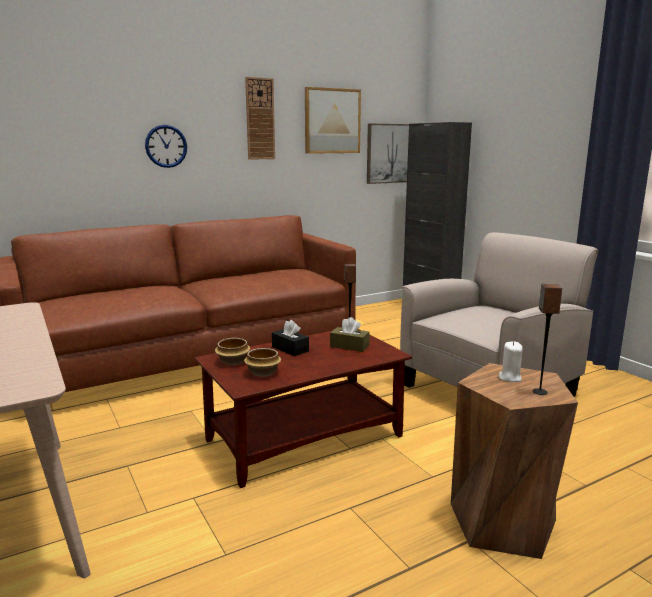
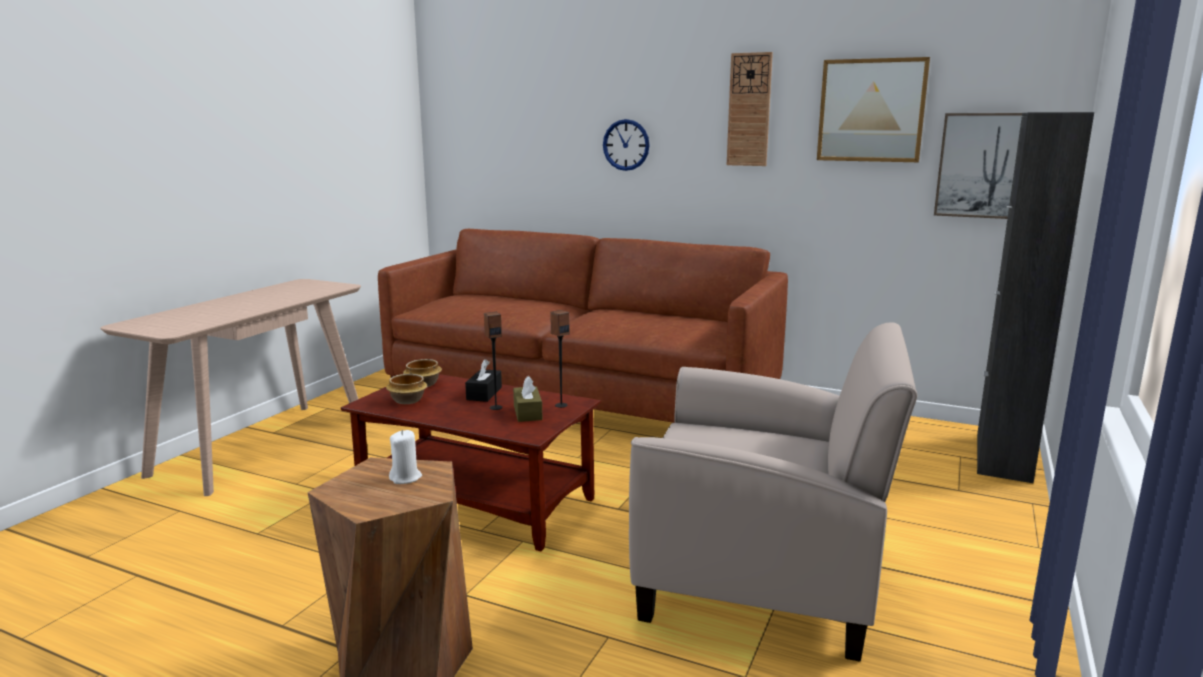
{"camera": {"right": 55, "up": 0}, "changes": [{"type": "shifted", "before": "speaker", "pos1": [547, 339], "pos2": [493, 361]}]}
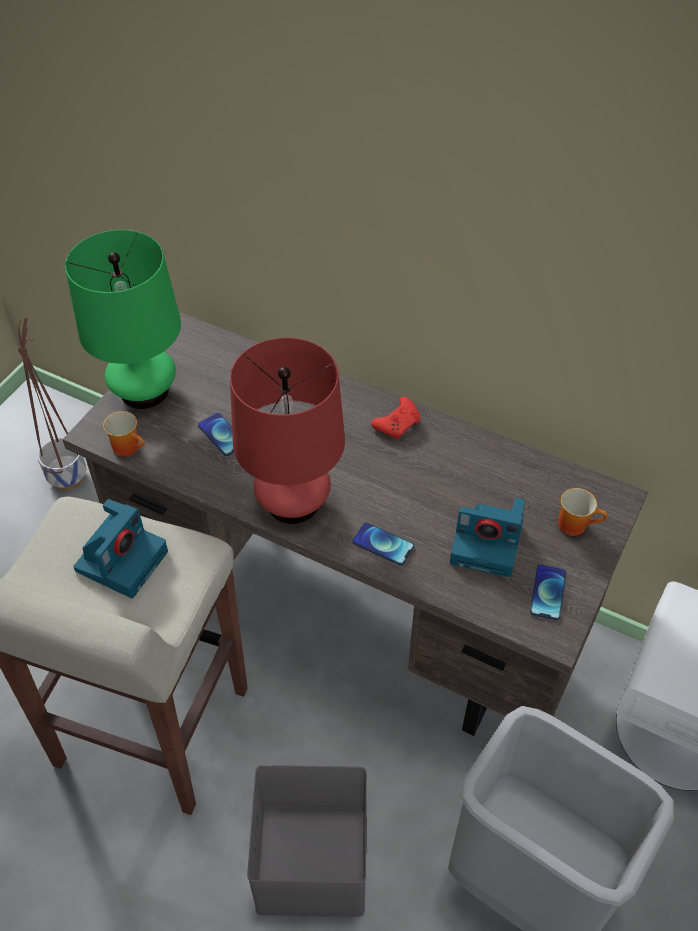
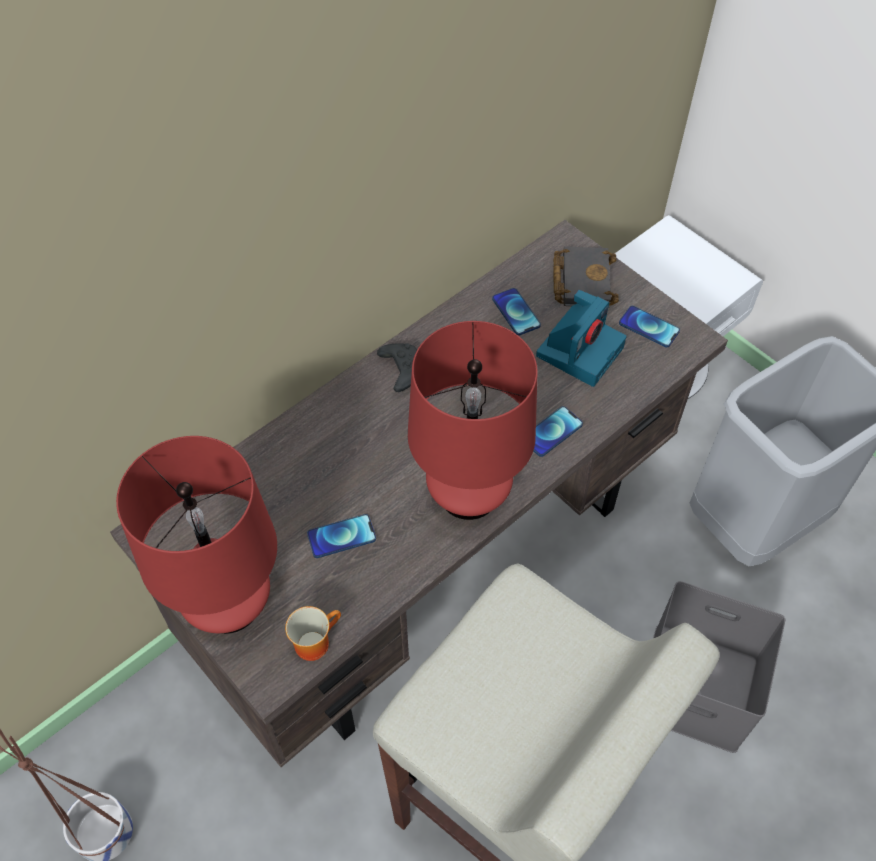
{"camera": {"right": -70, "up": 5}, "changes": [{"type": "repainted", "before": "green table lamp", "after": "red table lamp", "pos1": [123, 319], "pos2": [196, 535]}, {"type": "gone", "before": "photo camera", "pos1": [120, 548]}, {"type": "repainted", "before": "red game controller", "after": "black game controller", "pos1": [396, 418], "pos2": [397, 367]}, {"type": "swapped", "before": "mug", "after": "black book", "pos1": [583, 512], "pos2": [586, 277]}, {"type": "new", "after": "phone", "pos2": [516, 311]}]}
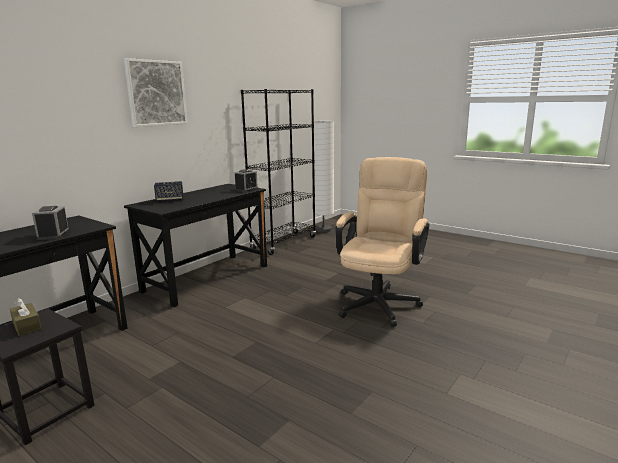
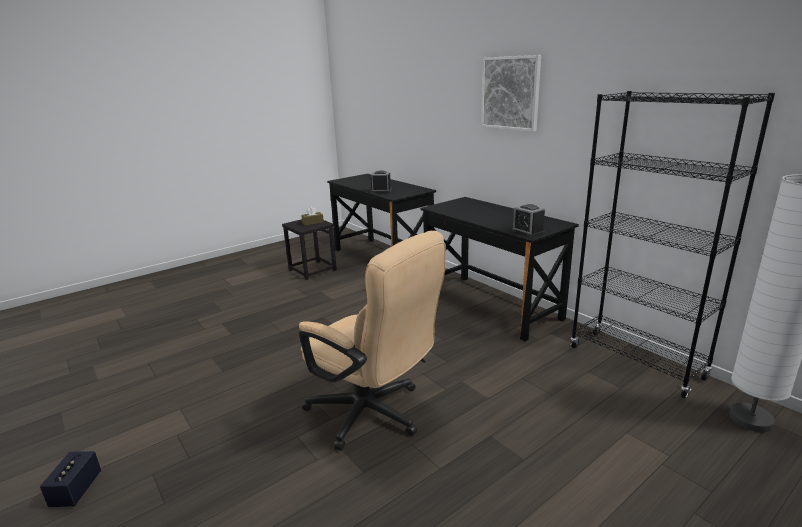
{"camera": {"right": 105, "up": 5}, "changes": [{"type": "shifted", "before": "speaker", "pos1": [168, 191], "pos2": [70, 479]}]}
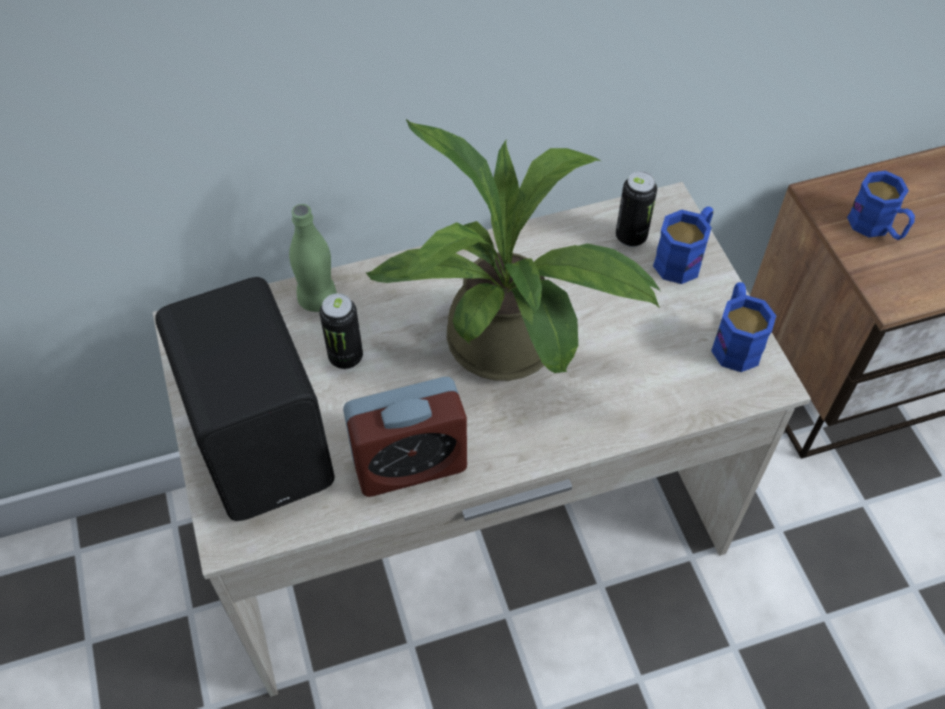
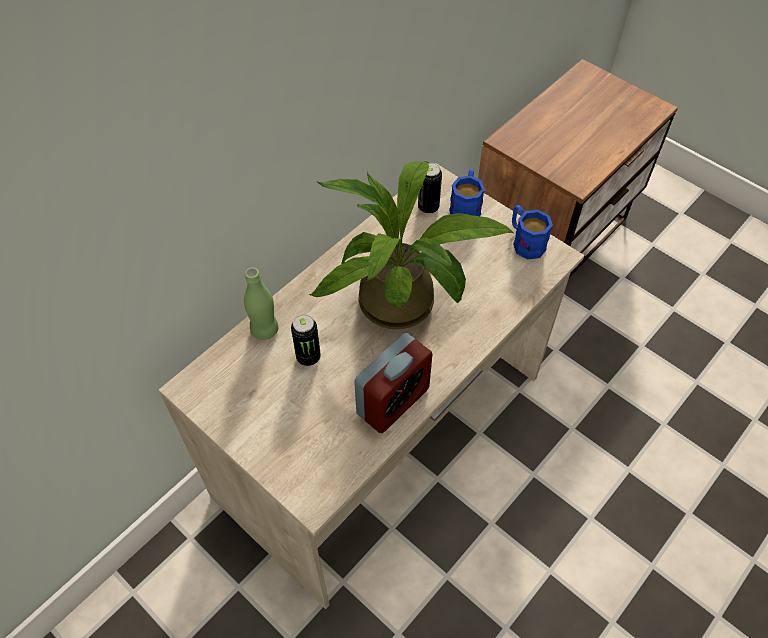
{"camera": {"right": -30, "up": 0}, "changes": [{"type": "gone", "before": "black speaker", "pos1": [245, 399]}, {"type": "gone", "before": "blue mug", "pos1": [881, 205]}]}
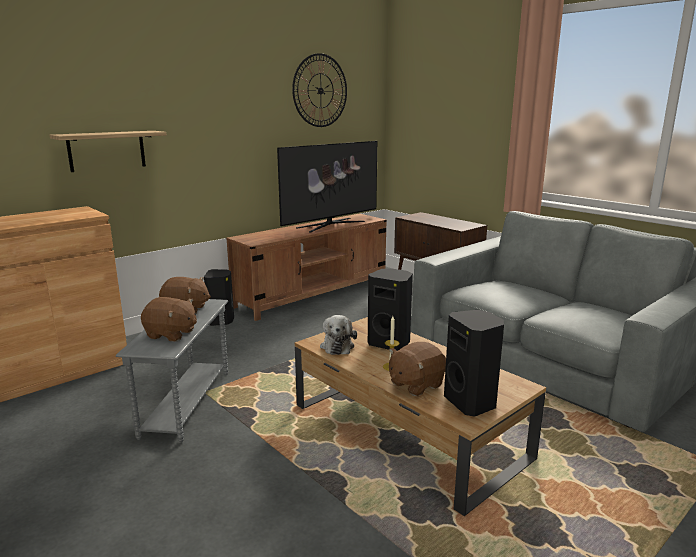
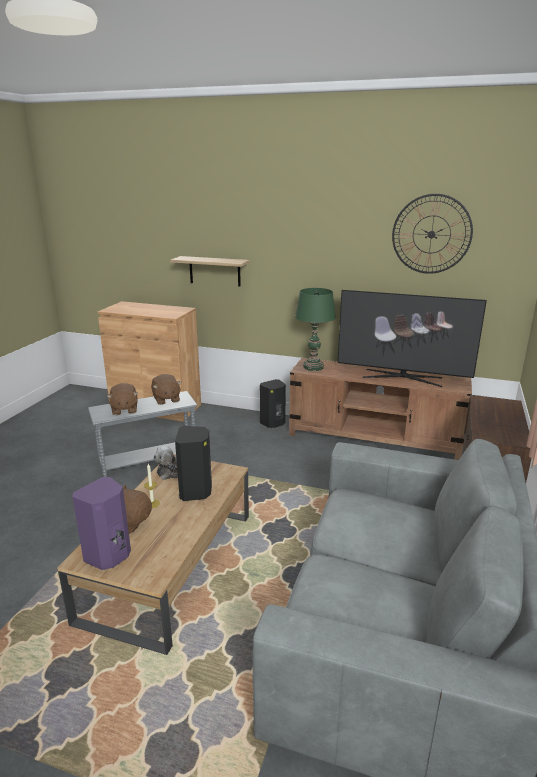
{"camera": {"right": 60, "up": 5}, "changes": [{"type": "repainted", "before": "black speaker", "after": "purple speaker", "pos1": [474, 363], "pos2": [101, 523]}, {"type": "new", "after": "green table lamp", "pos2": [315, 329]}]}
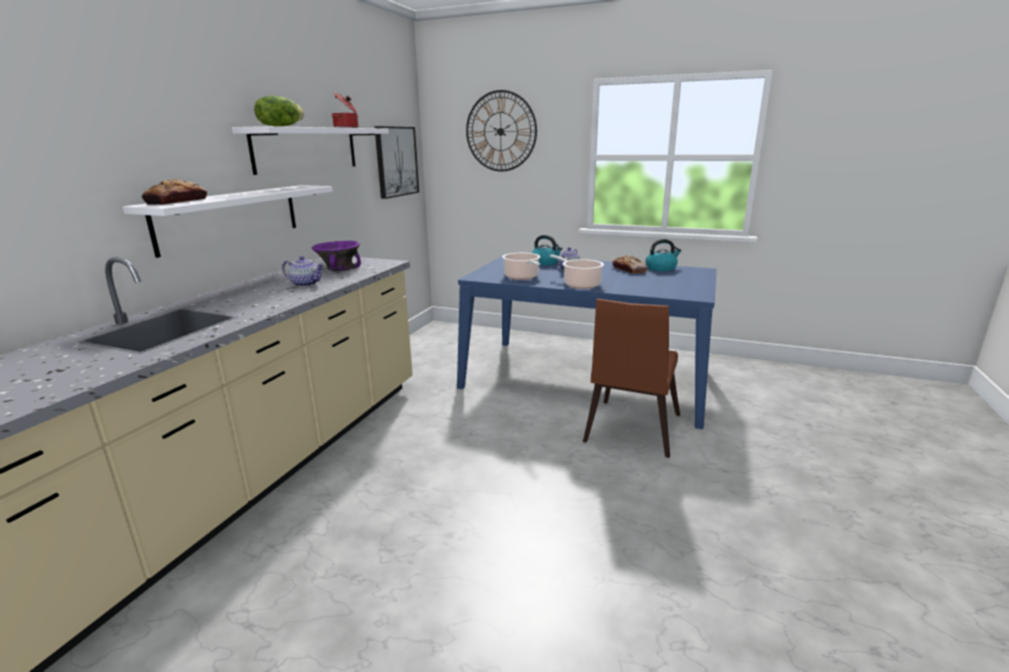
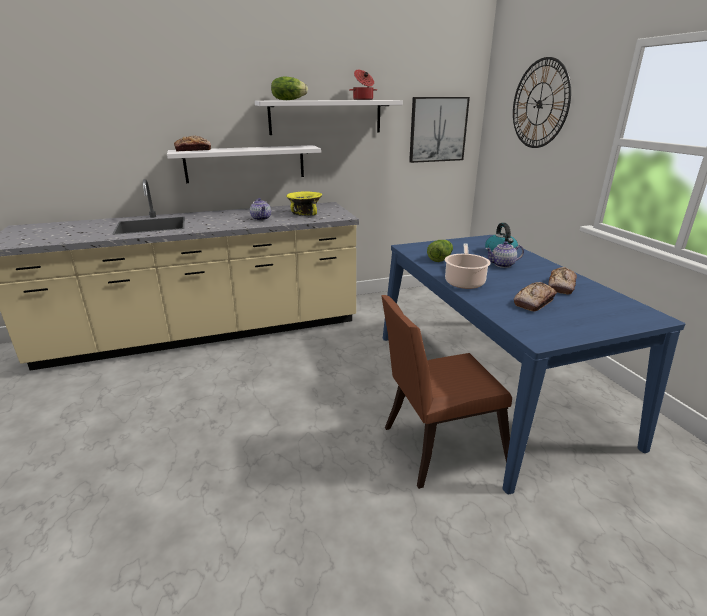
{"camera": {"right": 50, "up": 5}, "changes": [{"type": "repainted", "before": "purple bowl", "after": "yellow bowl", "pos1": [336, 256], "pos2": [304, 203]}, {"type": "swapped", "before": "cooking pot", "after": "lettuce", "pos1": [521, 266], "pos2": [440, 251]}, {"type": "gone", "before": "kettle", "pos1": [663, 255]}, {"type": "new", "after": "bread", "pos2": [535, 296]}]}
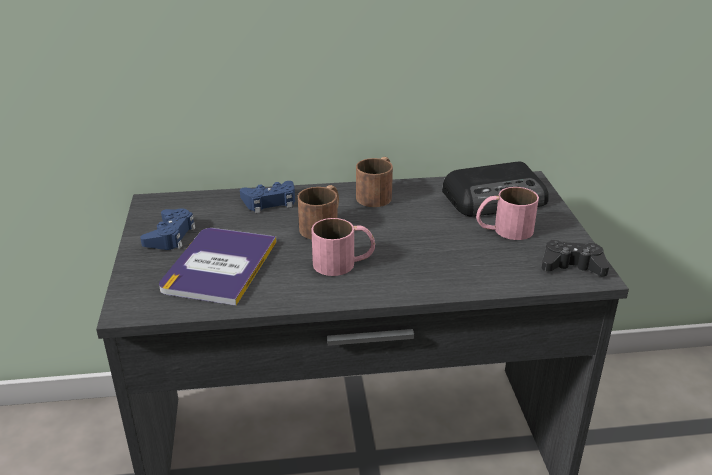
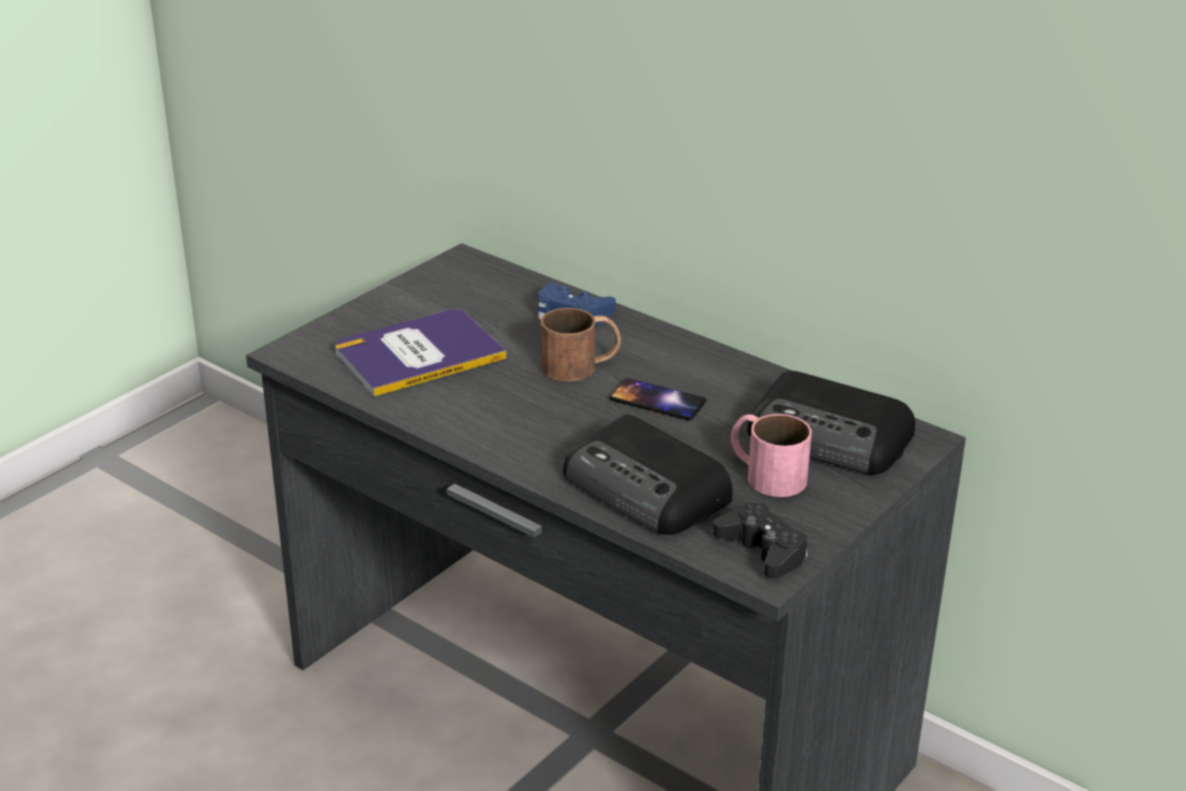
{"camera": {"right": 45, "up": 0}, "changes": [{"type": "gone", "before": "blue game controller", "pos1": [168, 229]}, {"type": "gone", "before": "pink mug", "pos1": [343, 247]}, {"type": "gone", "before": "brown mug", "pos1": [374, 182]}, {"type": "new", "after": "radio", "pos2": [647, 474]}, {"type": "new", "after": "phone", "pos2": [657, 399]}]}
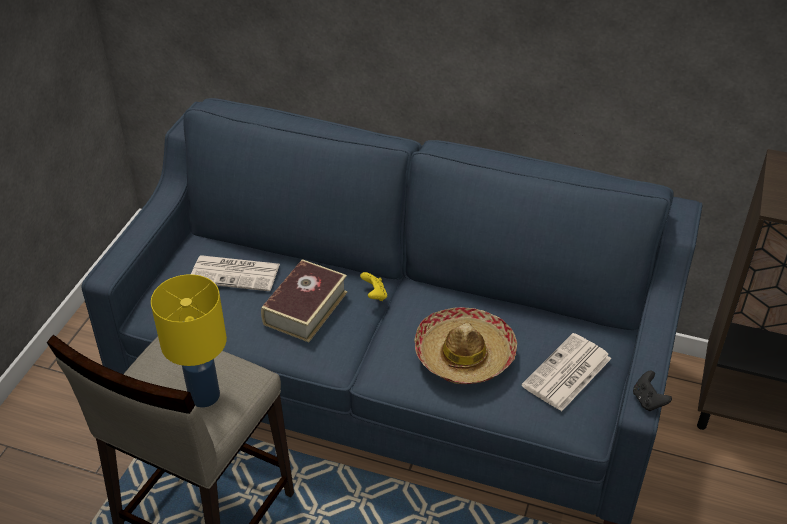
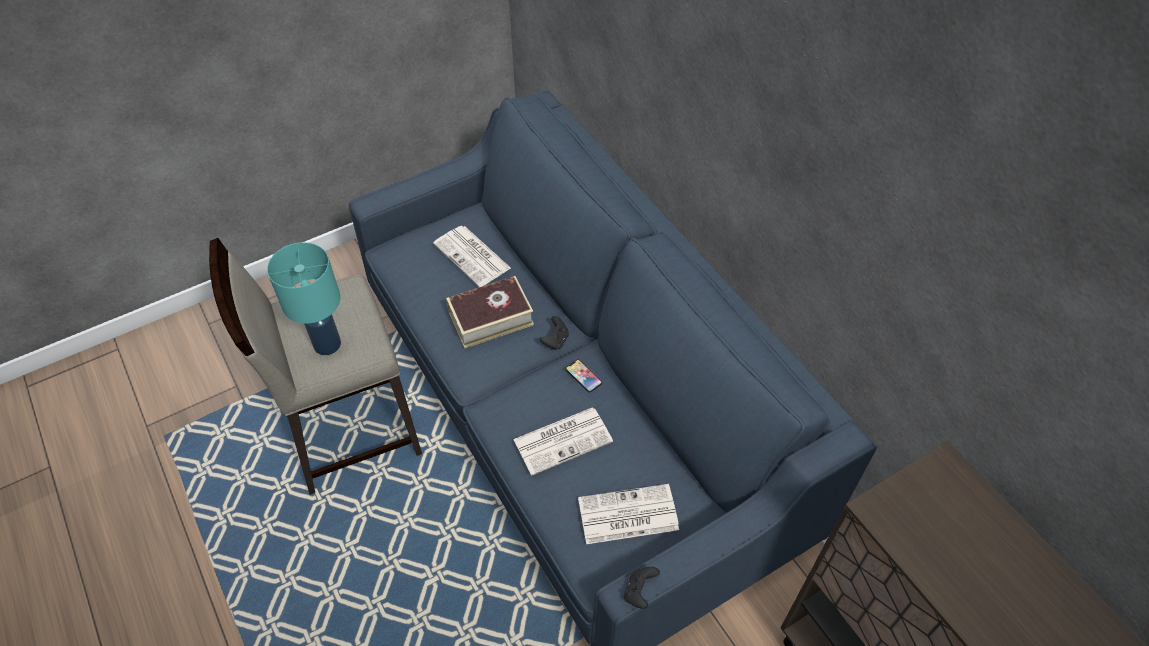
{"camera": {"right": 40, "up": 10}, "changes": [{"type": "repainted", "before": "yellow table lamp", "after": "turquoise table lamp", "pos1": [189, 341], "pos2": [304, 298]}, {"type": "repainted", "before": "yellow game controller", "after": "black game controller", "pos1": [373, 286], "pos2": [554, 333]}, {"type": "swapped", "before": "hat", "after": "newspaper", "pos1": [465, 345], "pos2": [563, 441]}, {"type": "new", "after": "phone", "pos2": [584, 376]}]}
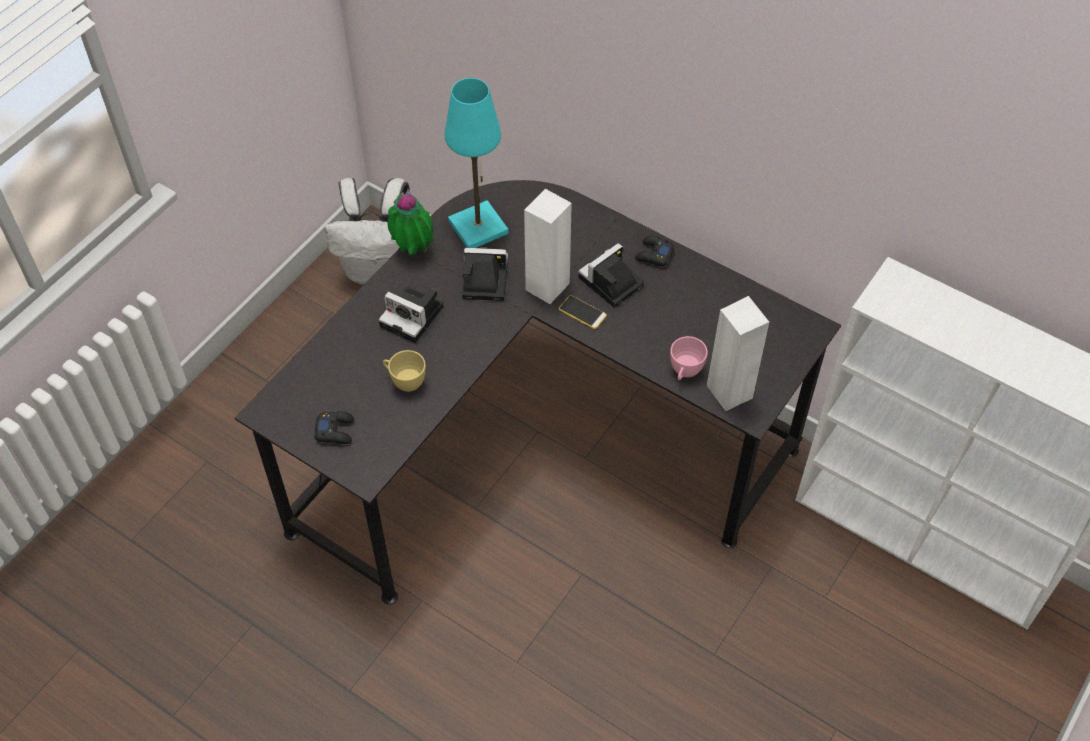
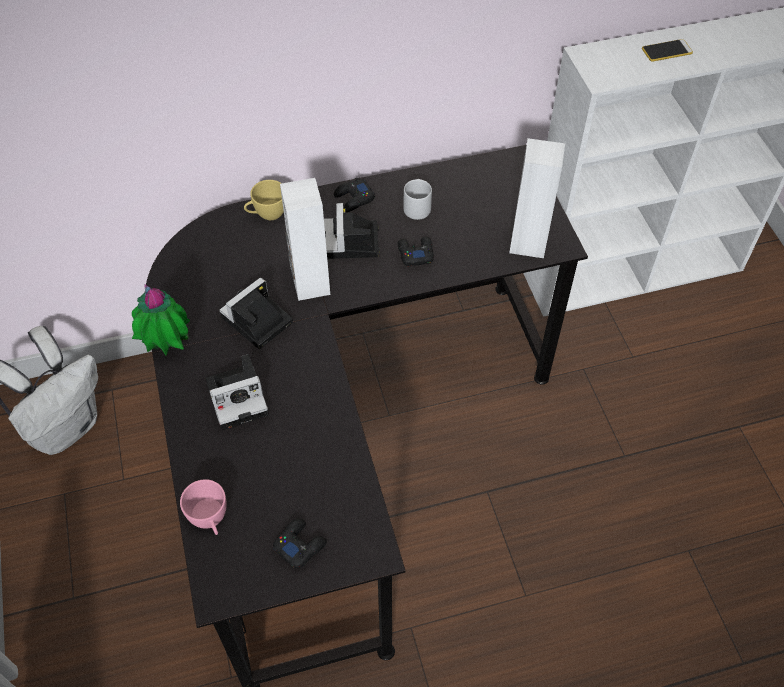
{"camera": {"right": -50, "up": 0}, "changes": [{"type": "shifted", "before": "yellow cup", "pos1": [404, 371], "pos2": [264, 200]}, {"type": "gone", "before": "turquoise table lamp", "pos1": [477, 163]}, {"type": "shifted", "before": "phone", "pos1": [583, 312], "pos2": [667, 50]}, {"type": "shifted", "before": "pink cup", "pos1": [689, 358], "pos2": [203, 507]}, {"type": "new", "after": "black game controller", "pos2": [416, 251]}, {"type": "new", "after": "grey mug", "pos2": [417, 199]}]}
